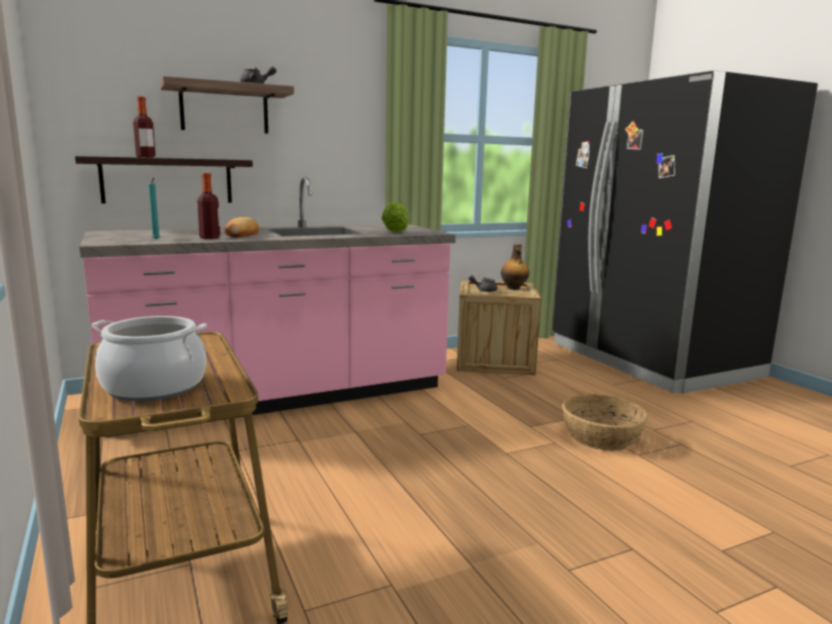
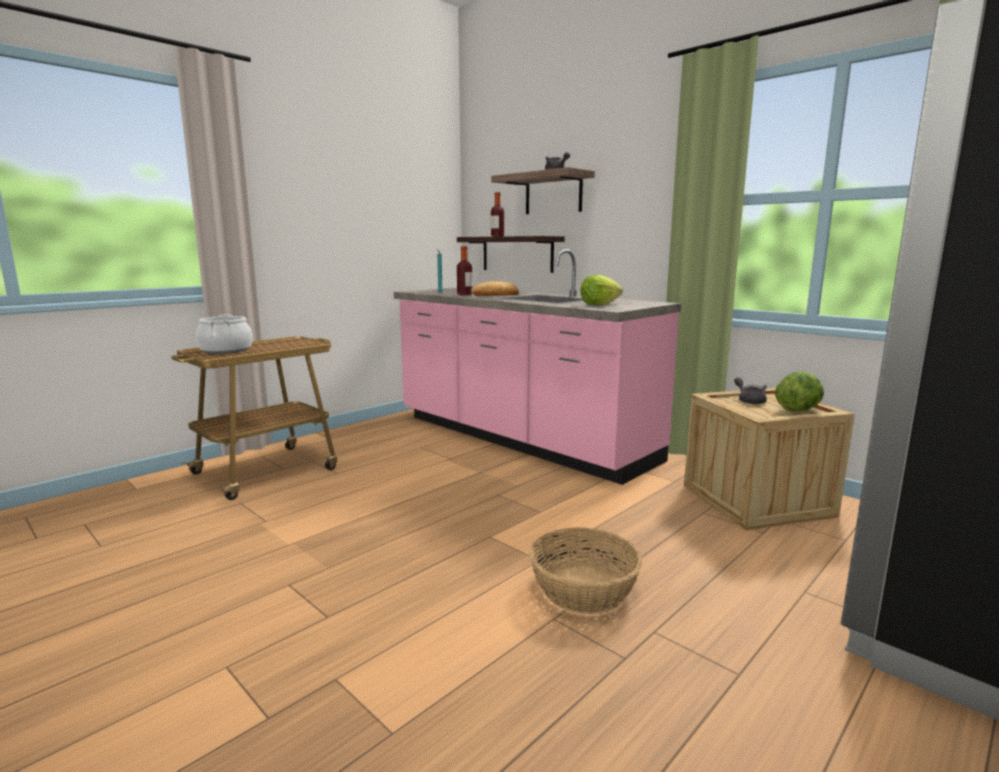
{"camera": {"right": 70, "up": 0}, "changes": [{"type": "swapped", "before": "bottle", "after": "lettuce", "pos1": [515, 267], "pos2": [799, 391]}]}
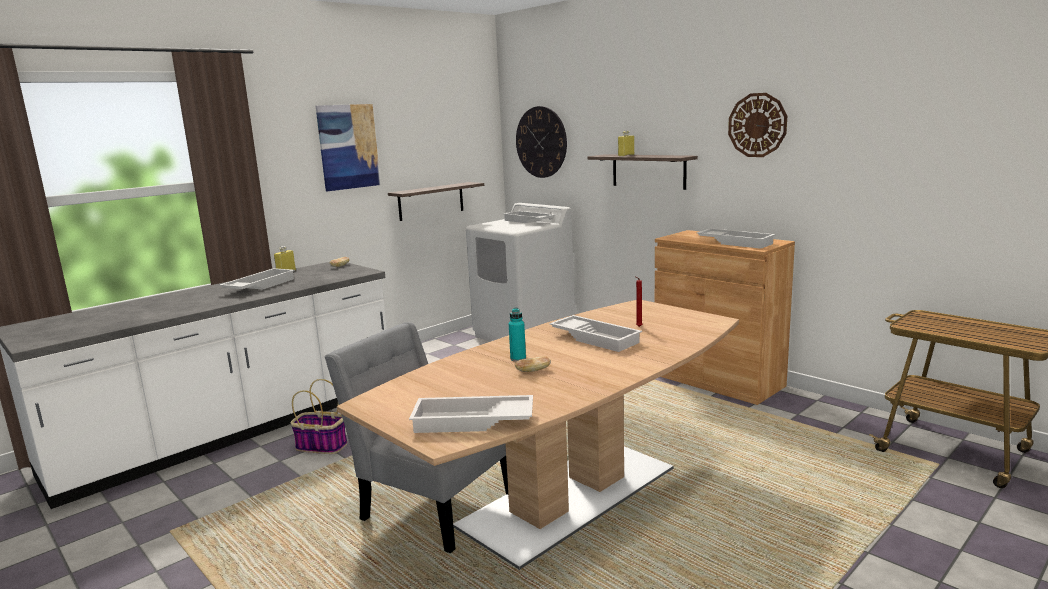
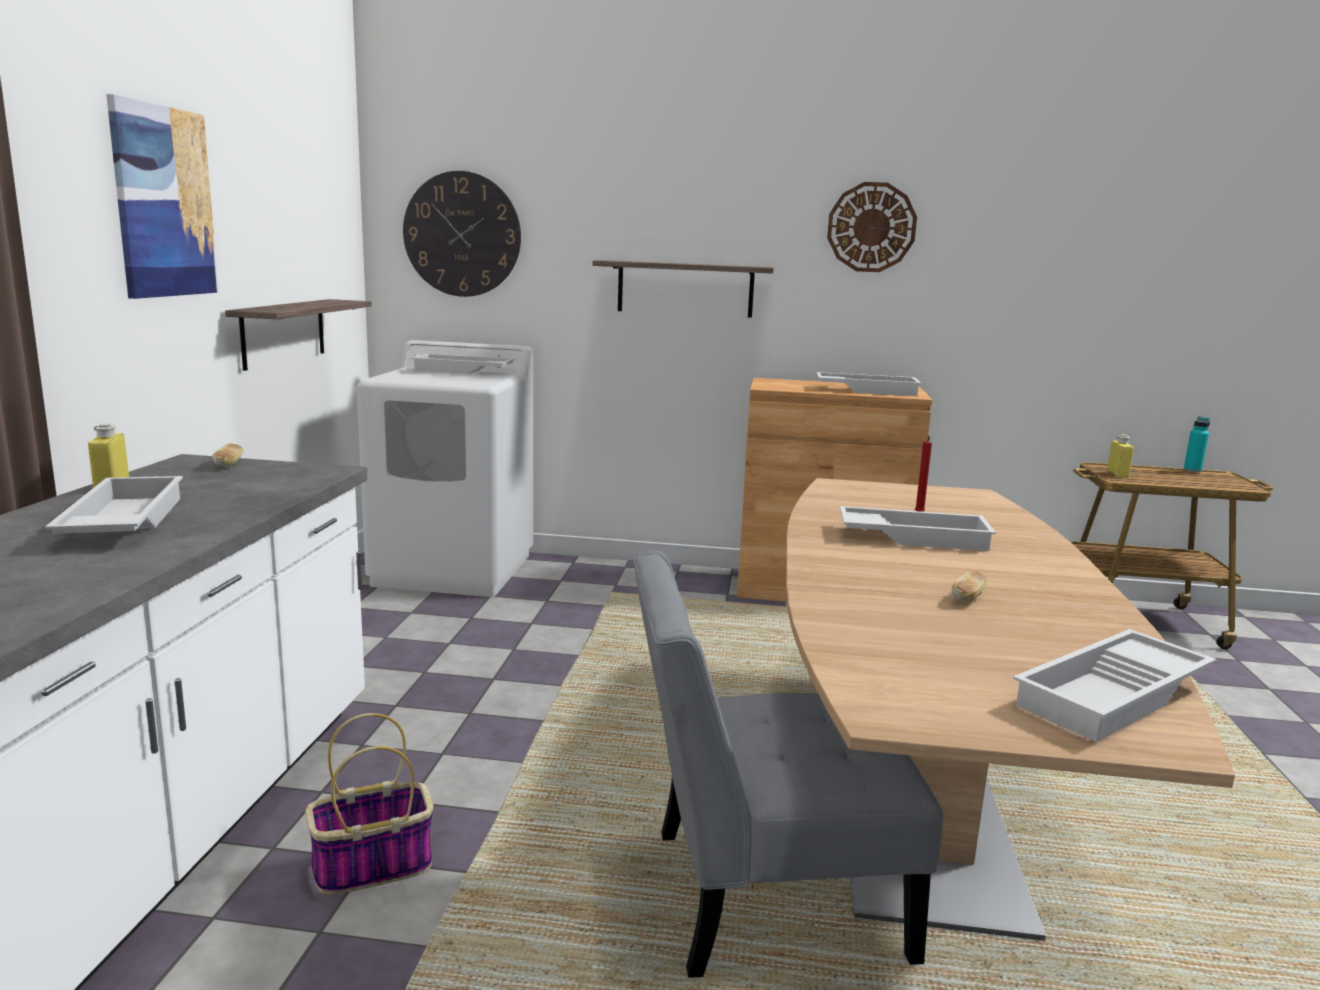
{"camera": {"right": -40, "up": 0}, "changes": [{"type": "shifted", "before": "turquoise bottle", "pos1": [517, 335], "pos2": [1197, 444]}, {"type": "shifted", "before": "yellow bottle", "pos1": [626, 143], "pos2": [1120, 456]}]}
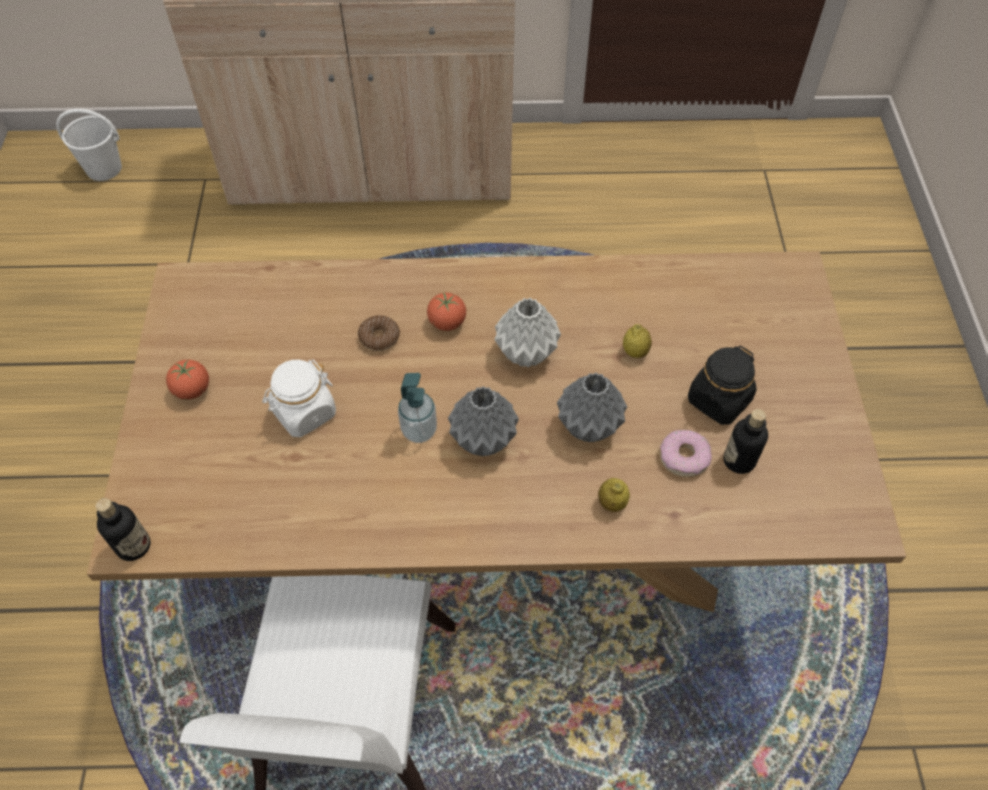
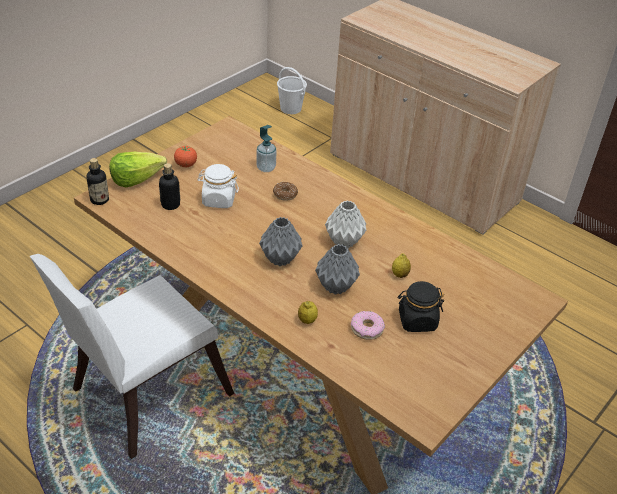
{"camera": {"right": 40, "up": -15}, "changes": [{"type": "shifted", "before": "soap dispenser", "pos1": [417, 408], "pos2": [266, 148]}, {"type": "gone", "before": "tomato", "pos1": [446, 312]}, {"type": "shifted", "before": "bottle", "pos1": [745, 441], "pos2": [169, 186]}, {"type": "new", "after": "lettuce", "pos2": [138, 169]}]}
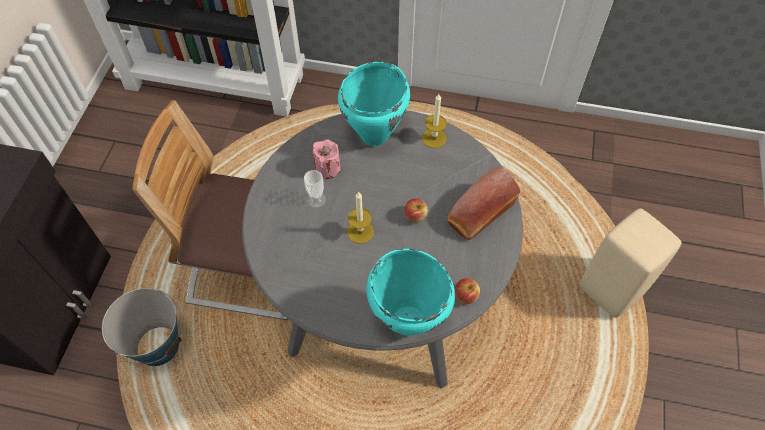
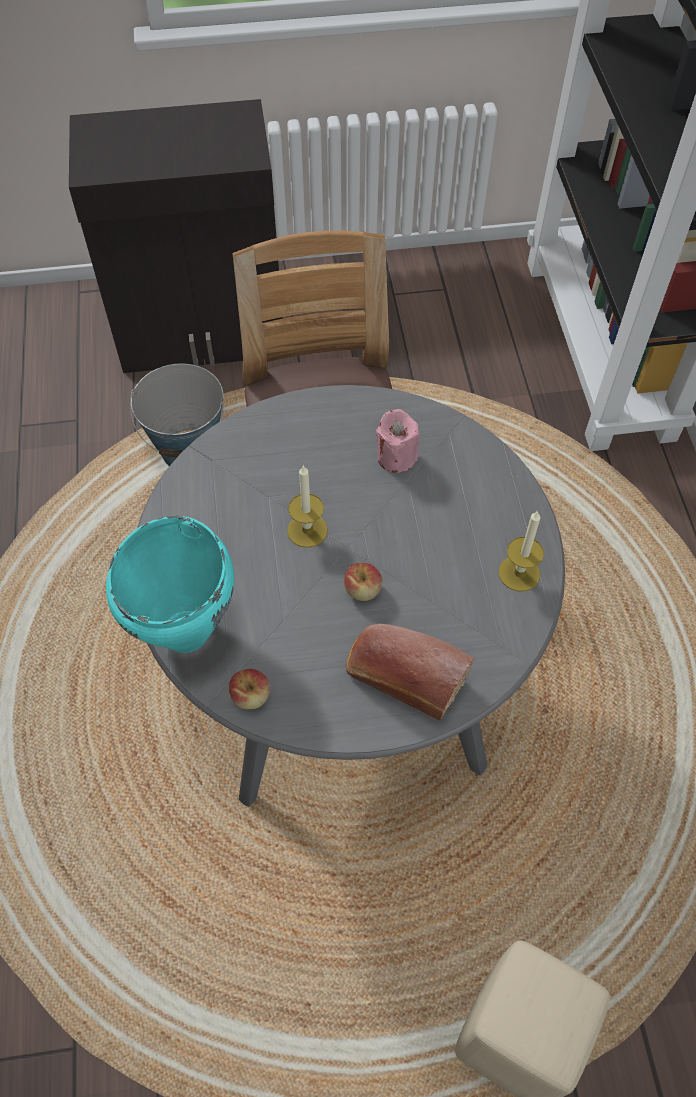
{"camera": {"right": 70, "up": 0}, "changes": [{"type": "gone", "before": "cup", "pos1": [315, 189]}, {"type": "gone", "before": "turquoise cooking pot", "pos1": [374, 104]}]}
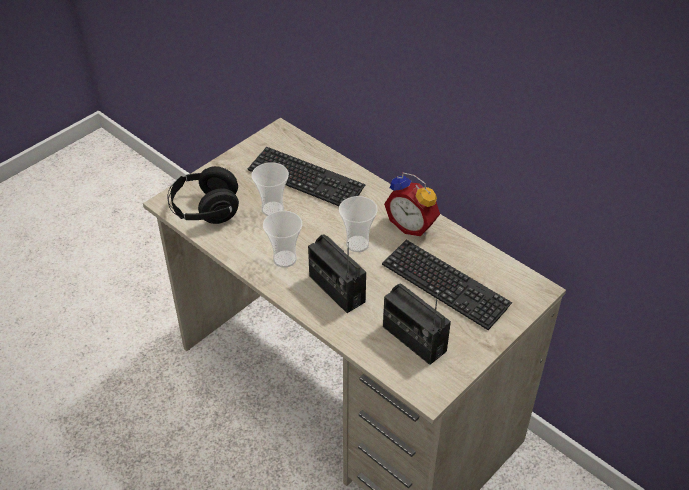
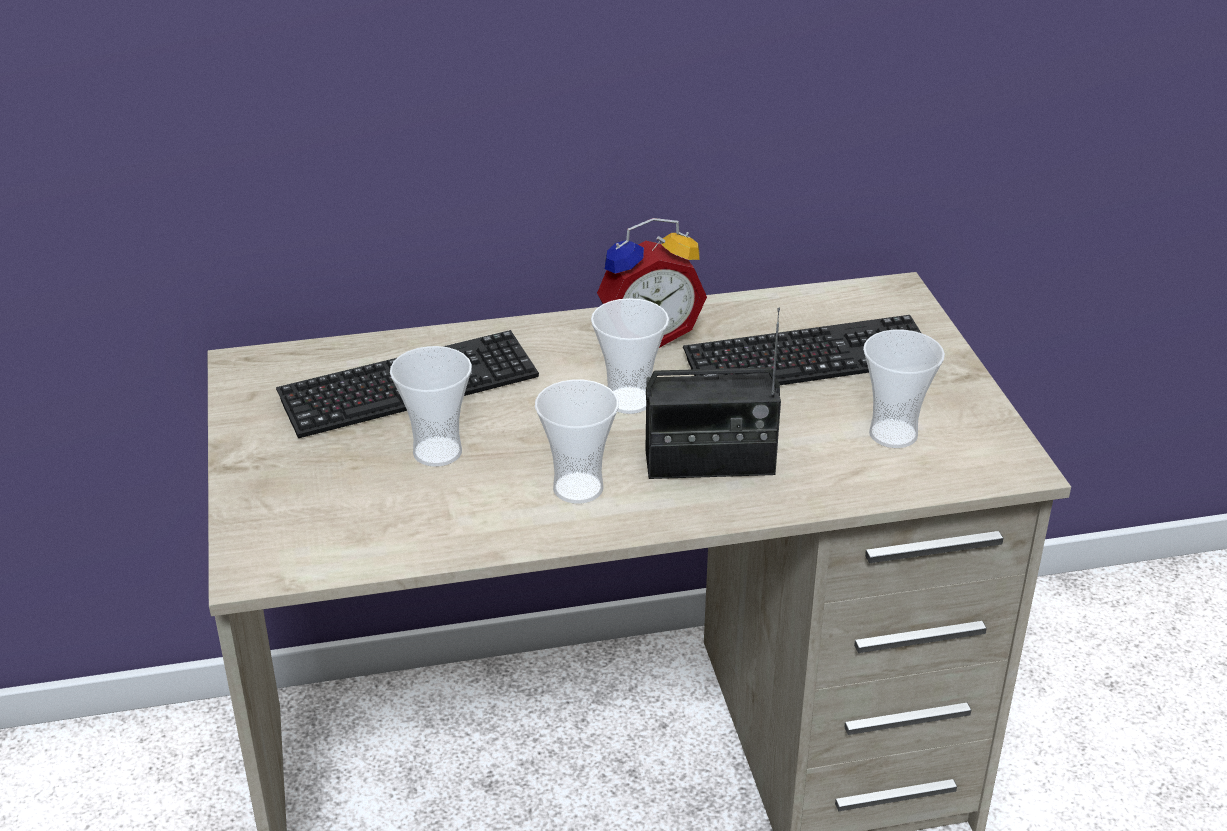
{"camera": {"right": -55, "up": -10}, "changes": [{"type": "gone", "before": "black headphones", "pos1": [203, 195]}, {"type": "swapped", "before": "radio", "after": "cup", "pos1": [417, 324], "pos2": [904, 389]}]}
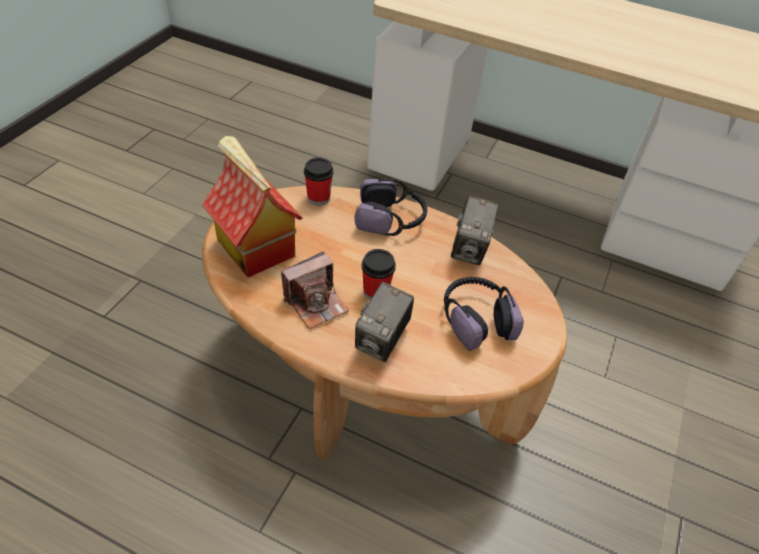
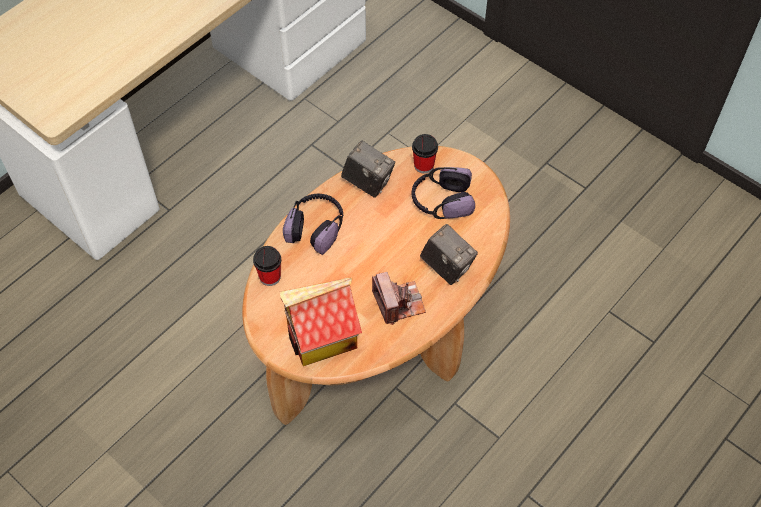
{"camera": {"right": -70, "up": 10}, "changes": [{"type": "shifted", "before": "cup", "pos1": [378, 274], "pos2": [425, 154]}]}
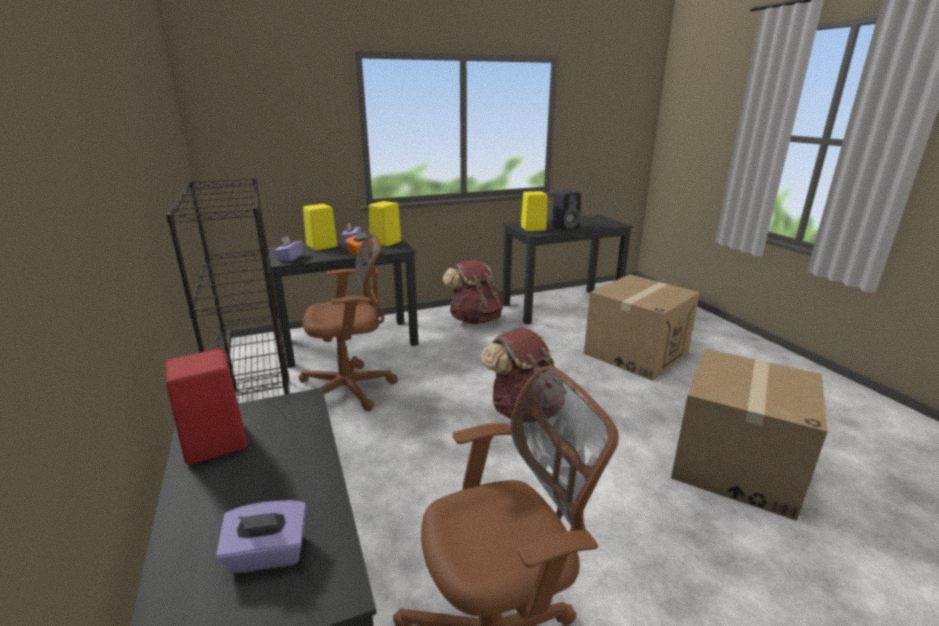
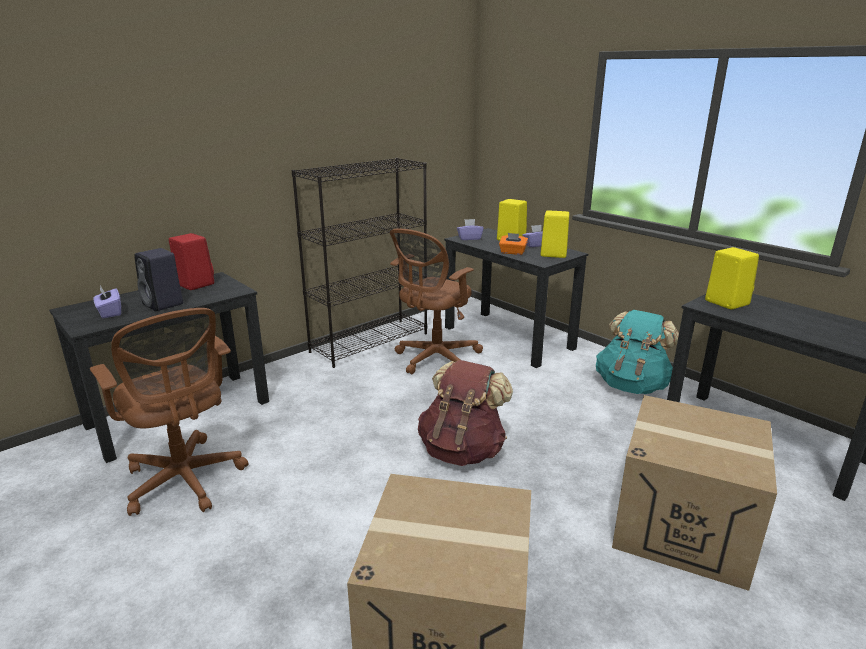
{"camera": {"right": 70, "up": 0}, "changes": [{"type": "rotated", "before": "brown office chair", "pos1": [348, 321], "pos2": [436, 301], "turn": 75}, {"type": "repainted", "before": "brown backpack", "after": "turquoise backpack", "pos1": [473, 292], "pos2": [637, 352]}, {"type": "shifted", "before": "black speaker", "pos1": [566, 210], "pos2": [158, 279]}]}
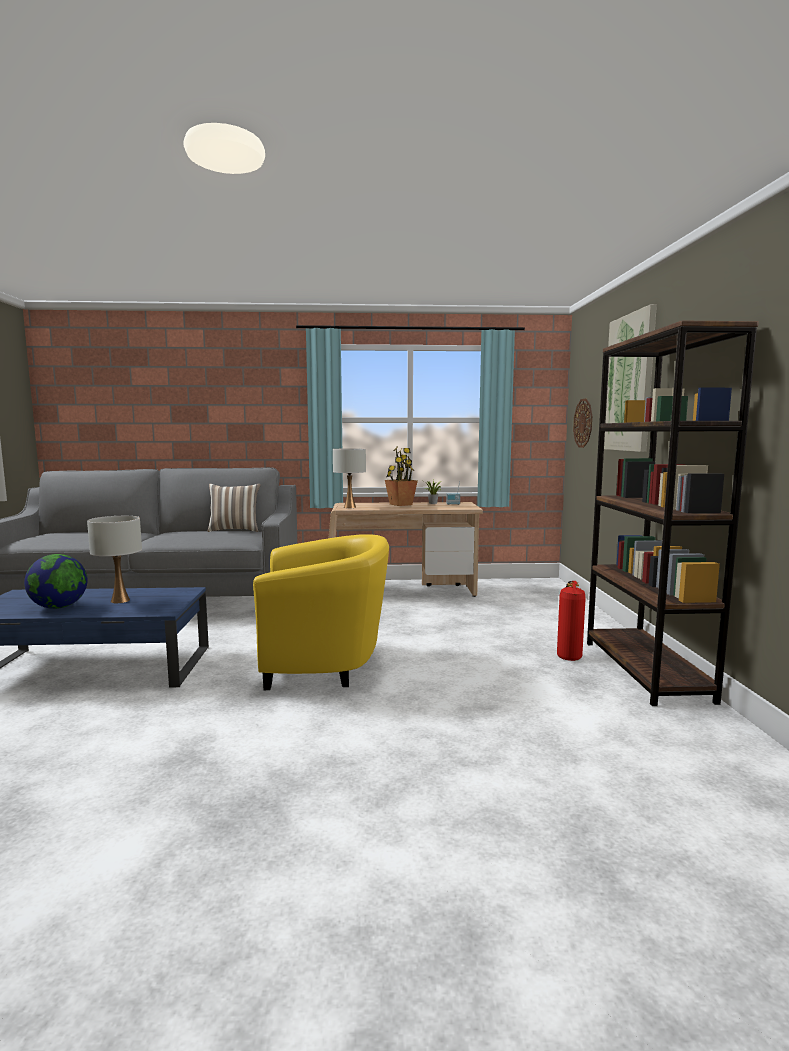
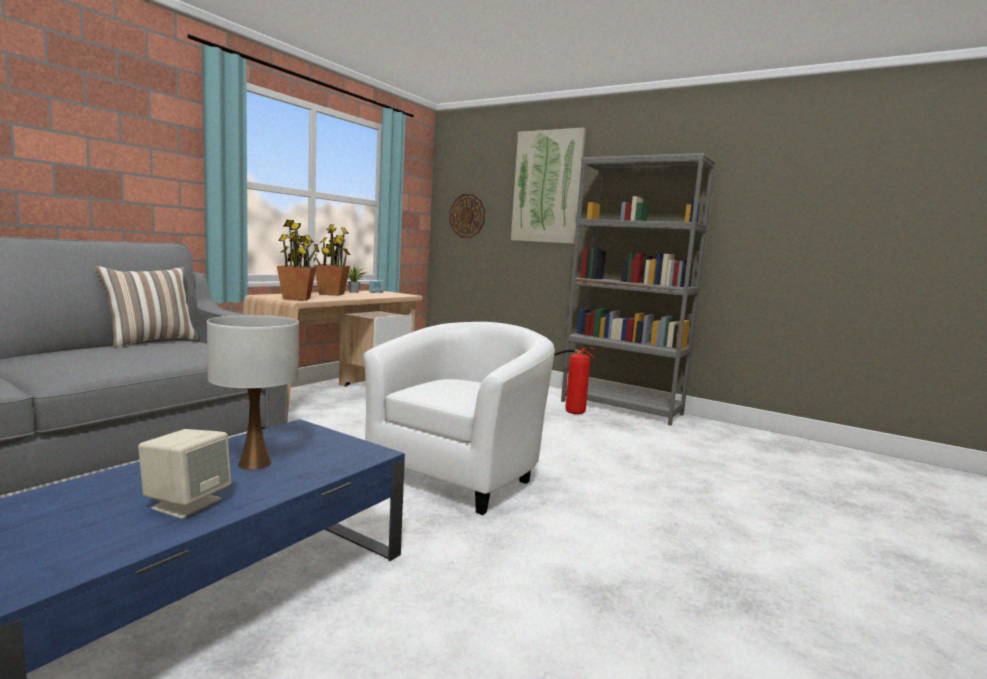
{"camera": {"right": -55, "up": 0}, "changes": [{"type": "swapped", "before": "globe", "after": "beige speaker", "pos1": [56, 581], "pos2": [184, 474]}, {"type": "repainted", "before": "yellow armchair", "after": "white armchair", "pos1": [321, 612], "pos2": [459, 418]}, {"type": "swapped", "before": "white table lamp", "after": "potted plant", "pos1": [349, 478], "pos2": [298, 260]}, {"type": "repainted", "before": "brown bookcase", "after": "grey bookcase", "pos1": [673, 513], "pos2": [638, 289]}]}
